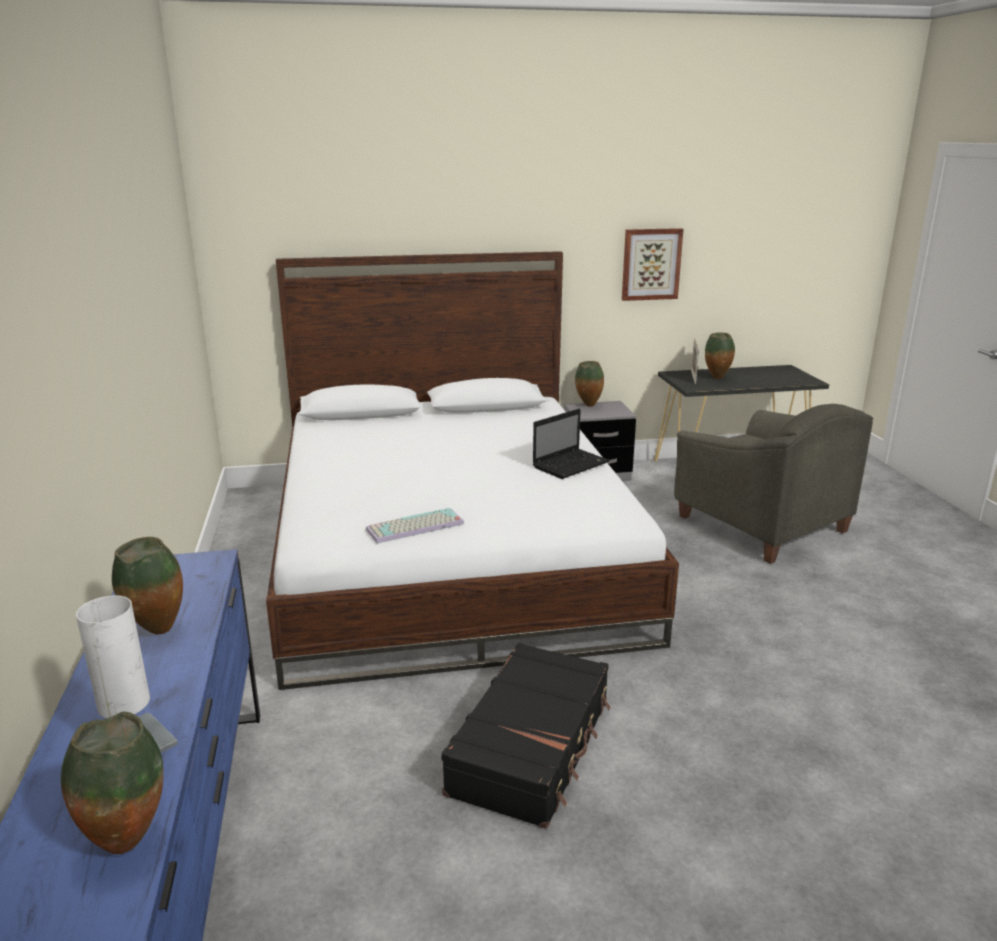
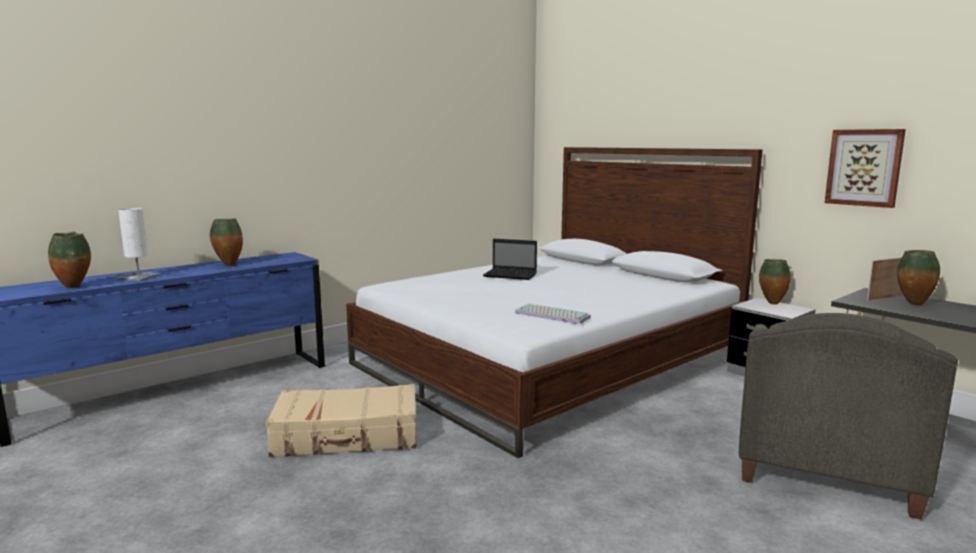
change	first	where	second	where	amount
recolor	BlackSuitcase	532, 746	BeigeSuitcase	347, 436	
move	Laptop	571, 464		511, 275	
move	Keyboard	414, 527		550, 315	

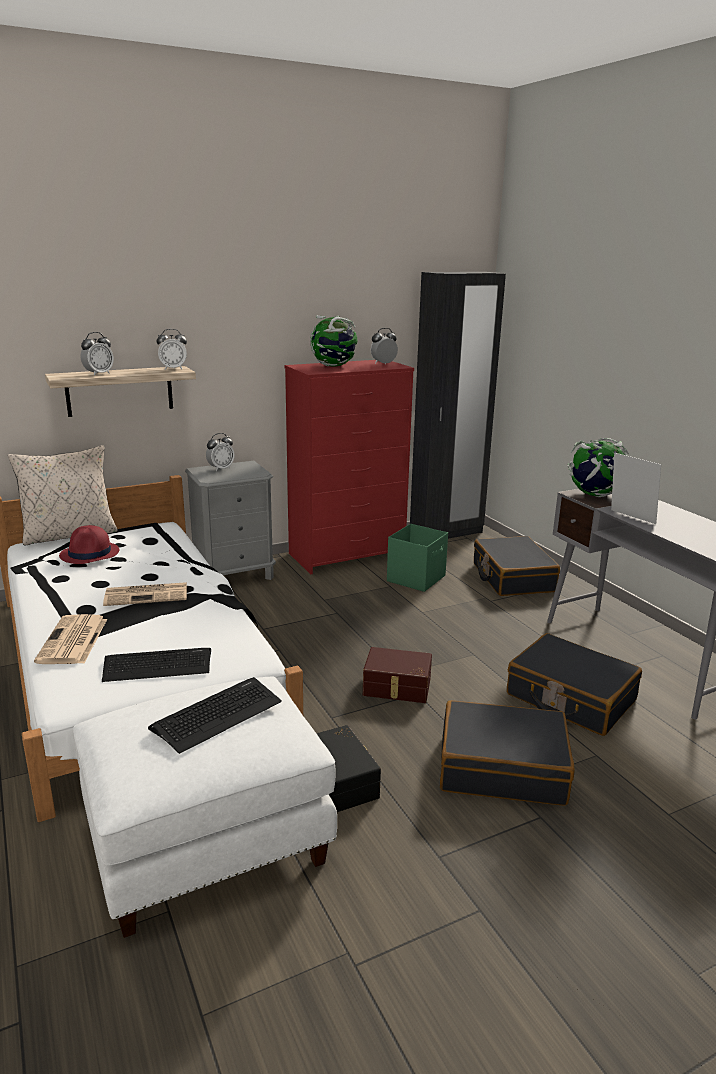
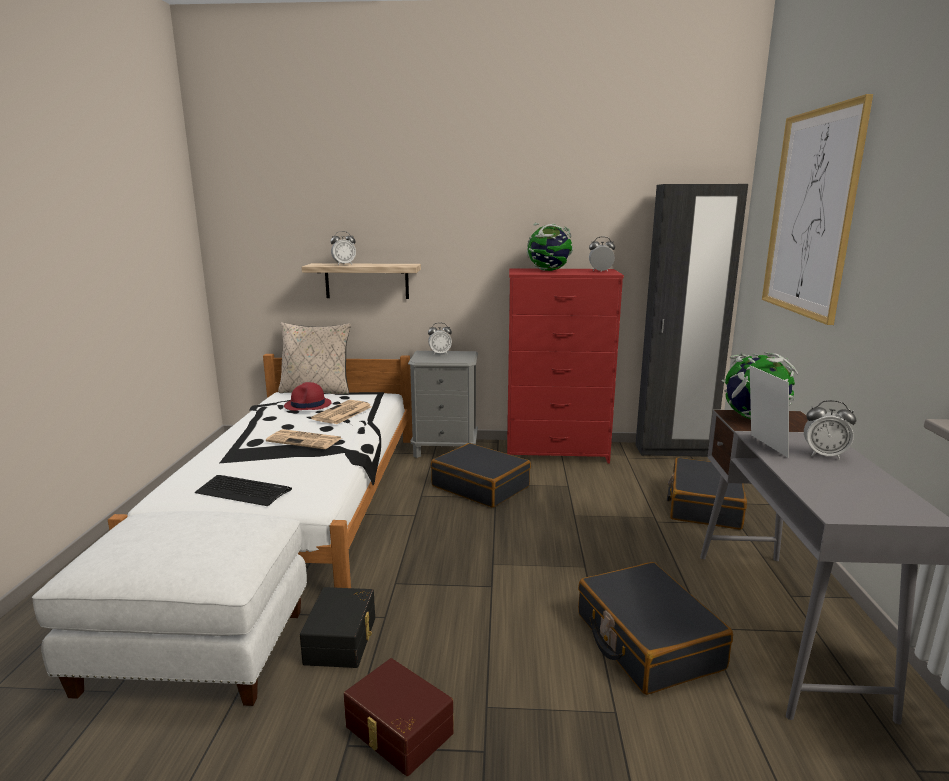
change	first	where	second	where	amount
move	Newspaper	73, 641		342, 413	
move	BrownStorageBox	397, 687		397, 731	
move	BlackSuitcase	502, 767		481, 486	
insert			Picture	811, 213	
move	AlarmClock	173, 369		824, 455	
delete	Keyboard	217, 714			
delete	GreenStorageBox	417, 578			

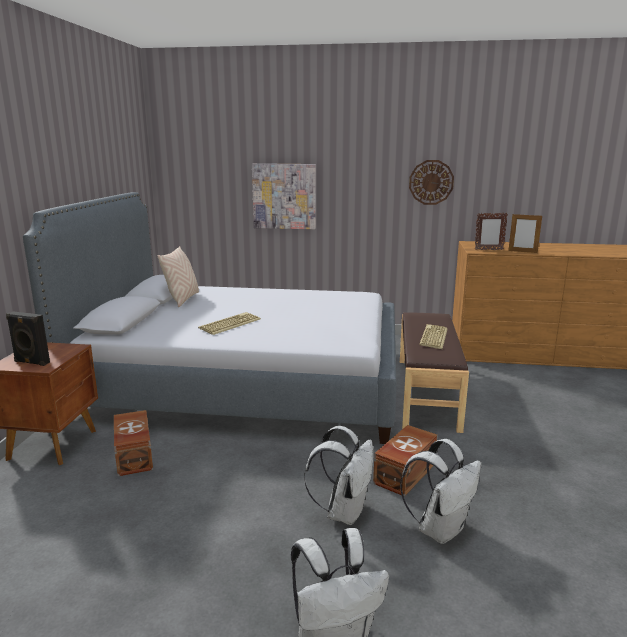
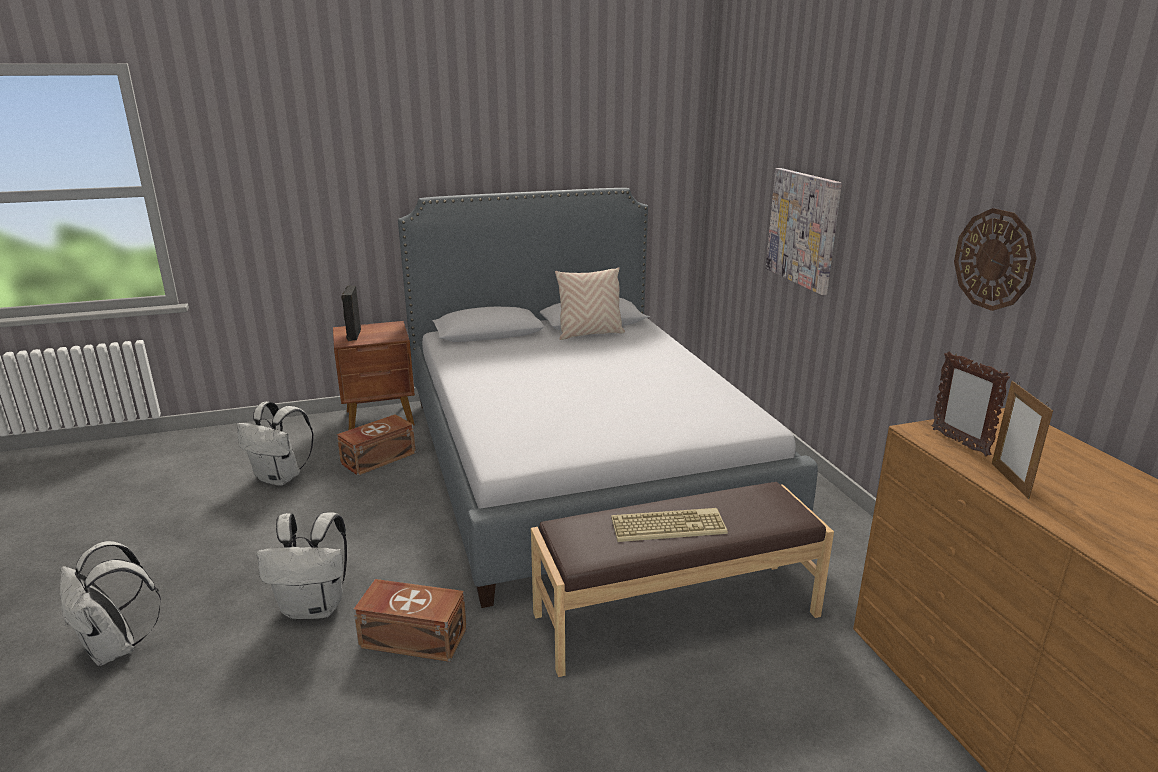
change	first	where	second	where	amount
move	WhiteBackpack	440, 528		281, 478	
delete	Keyboard	230, 324			

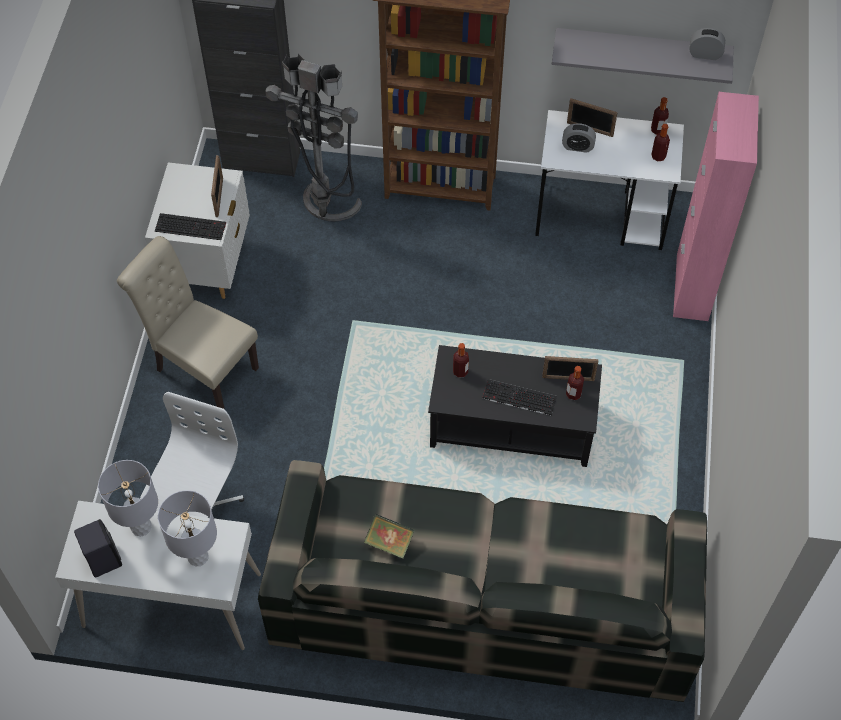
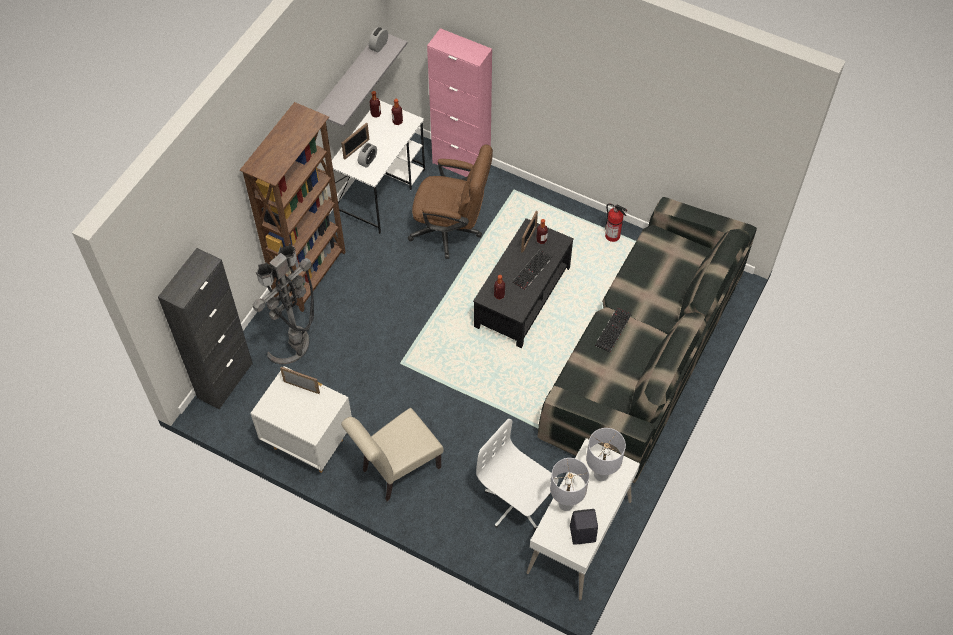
change	first	where	second	where	amount
insert			BrownOfficeChair	452, 231	
move	Keyboard	191, 226		612, 329	
insert			FireExtinguisher	613, 236	
delete	Book	389, 542			

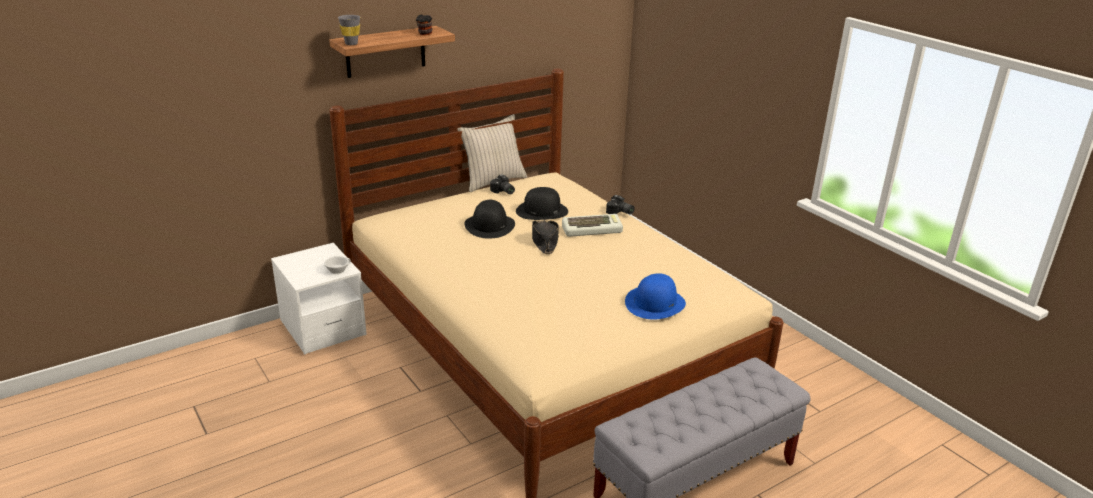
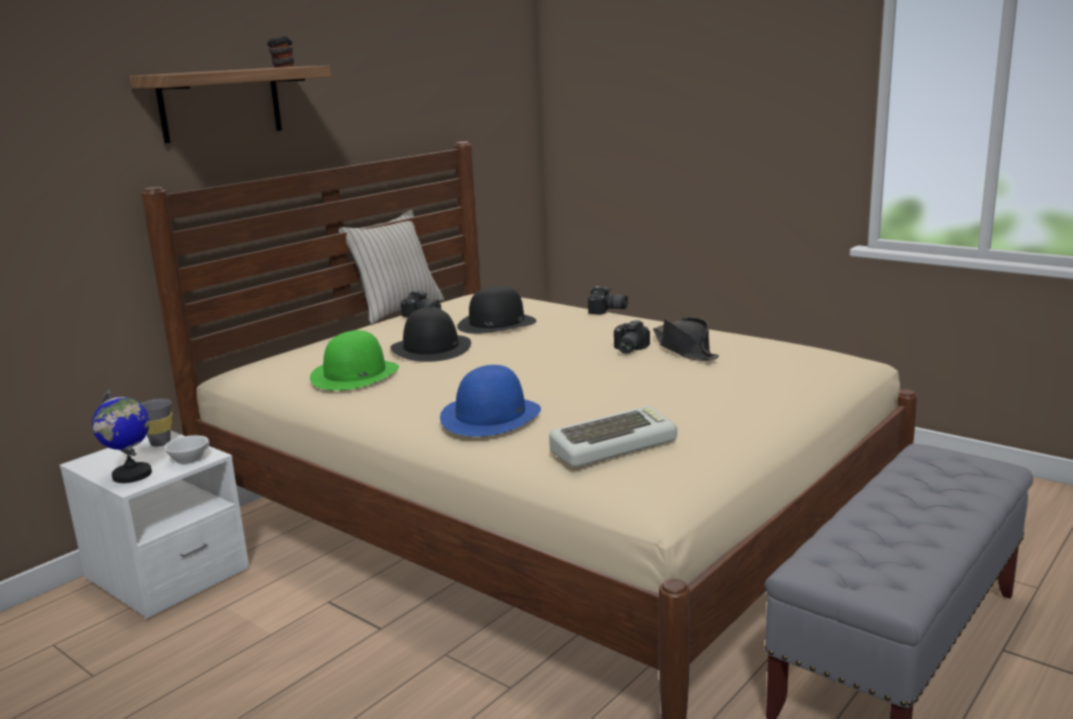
change	first	where	second	where	amount
insert			Globe	132, 475	
move	GreyCup	351, 44		160, 443	
insert			GreenHat	355, 374	
move	BlueHat	655, 303		490, 415	
move	Keyboard	592, 229		613, 445	
insert			PhotoCamera	627, 349	
move	BlackHat	544, 241		685, 350	

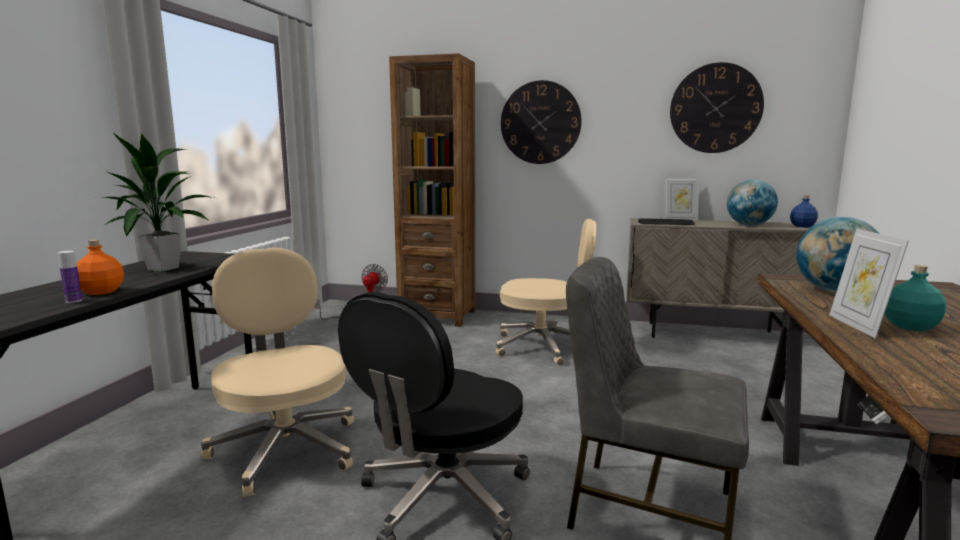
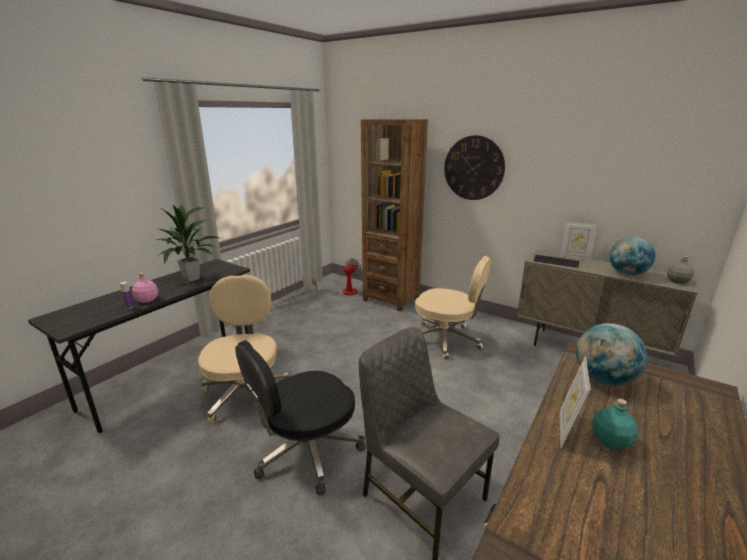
change	first	where	second	where	amount
recolor	OrangeBottle	100, 292	PinkBottle	147, 300	
recolor	BlueBottle	802, 226	GreyBottle	677, 281	
delete	WallClock	715, 108			

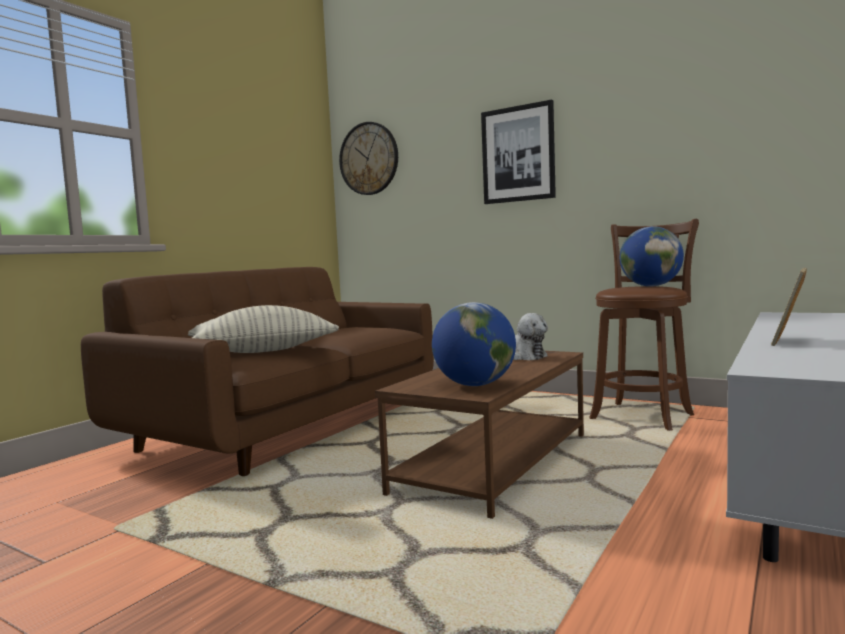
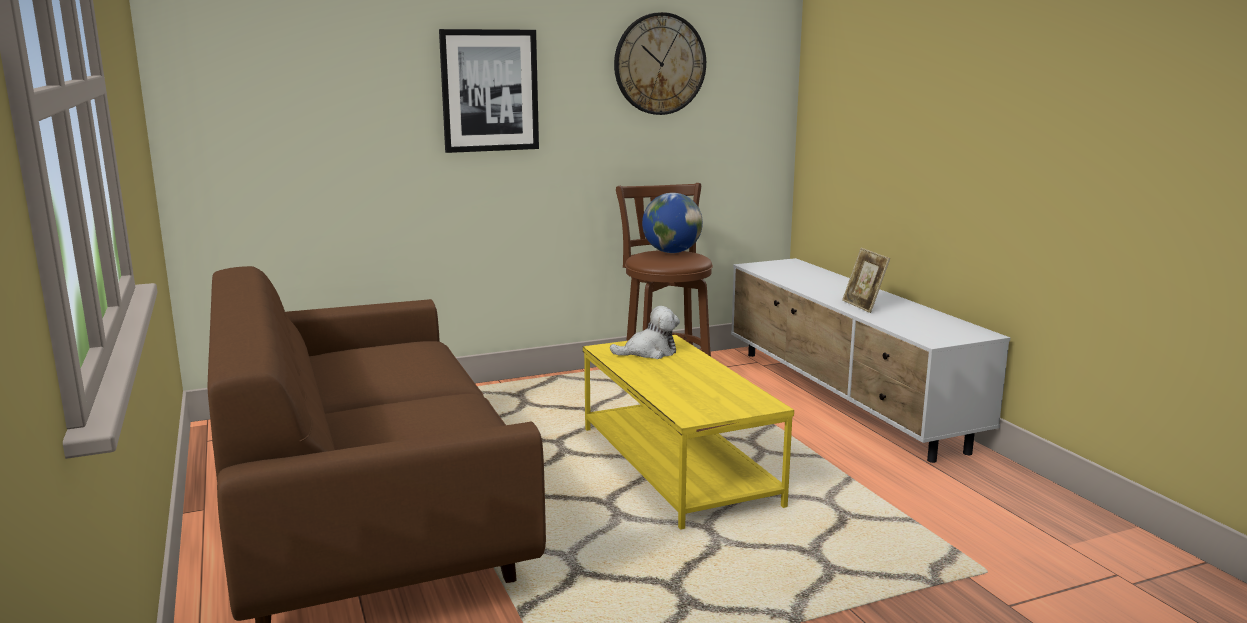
change	first	where	second	where	amount
recolor	BrownCoffeeTable	494, 463	YellowCoffeeTable	675, 466	
move	WallClock	369, 159		659, 64	
delete	Pillow	264, 351			
delete	Globe	475, 385			

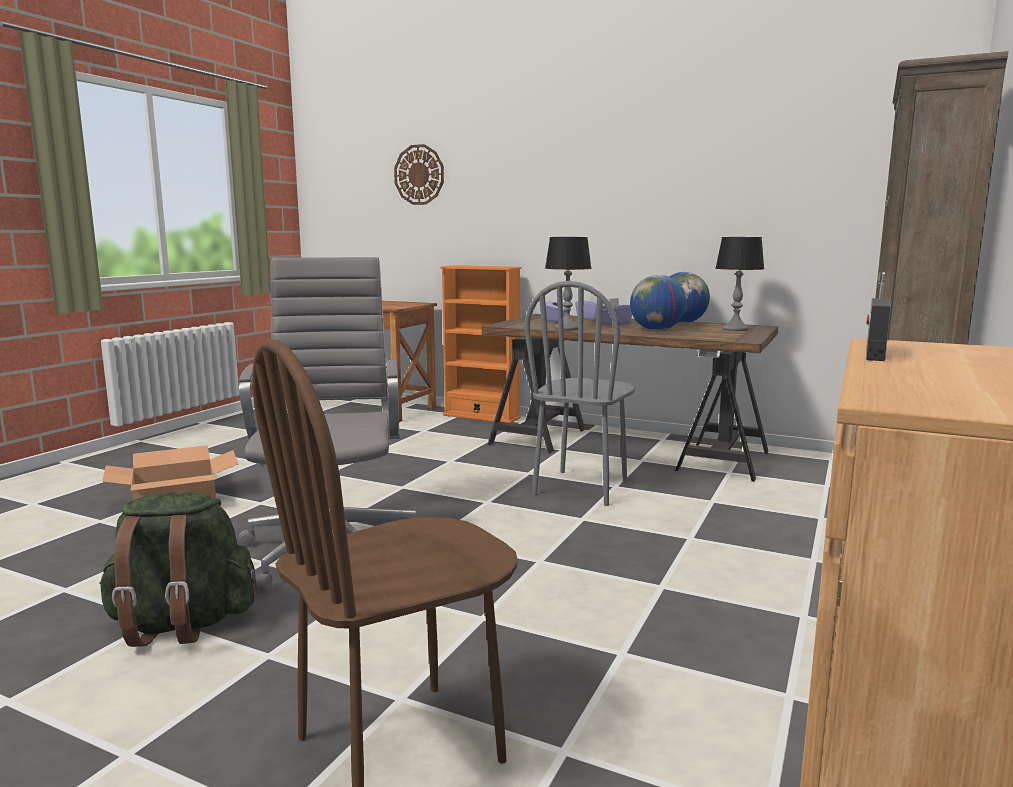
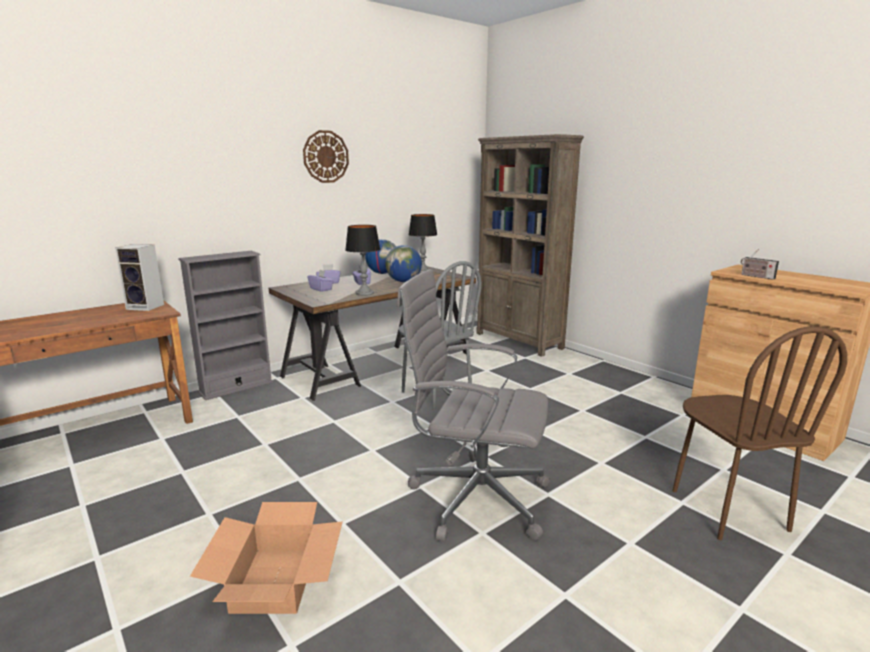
change	first	where	second	where	amount
insert			Speaker	146, 307	
recolor	OrangeBookcase	481, 416	GreyBookcase	236, 387	
move	WallClock	419, 175		326, 156	
delete	GreenBackpack	181, 624			

